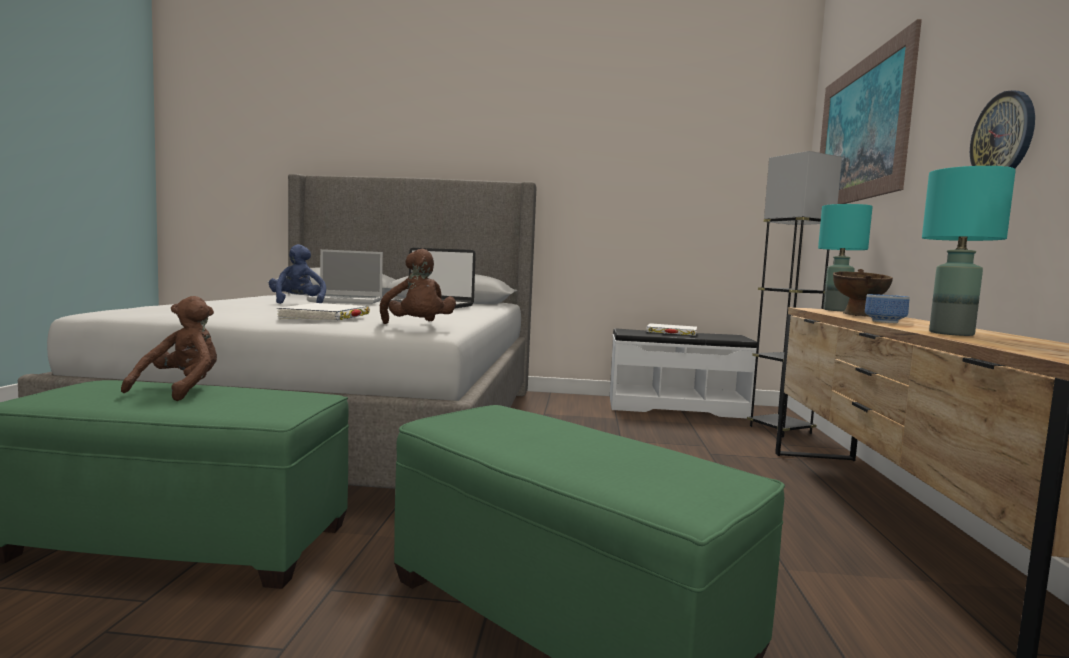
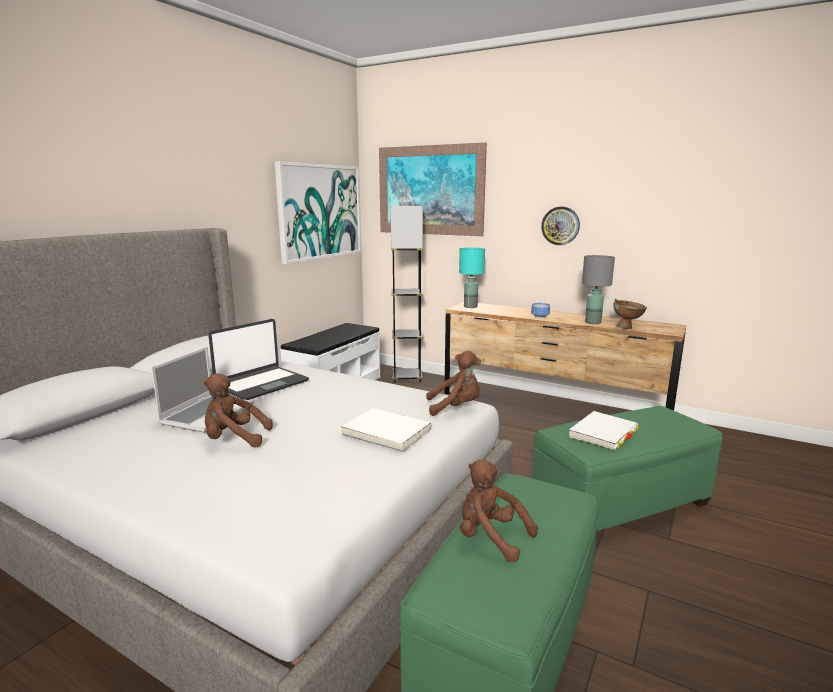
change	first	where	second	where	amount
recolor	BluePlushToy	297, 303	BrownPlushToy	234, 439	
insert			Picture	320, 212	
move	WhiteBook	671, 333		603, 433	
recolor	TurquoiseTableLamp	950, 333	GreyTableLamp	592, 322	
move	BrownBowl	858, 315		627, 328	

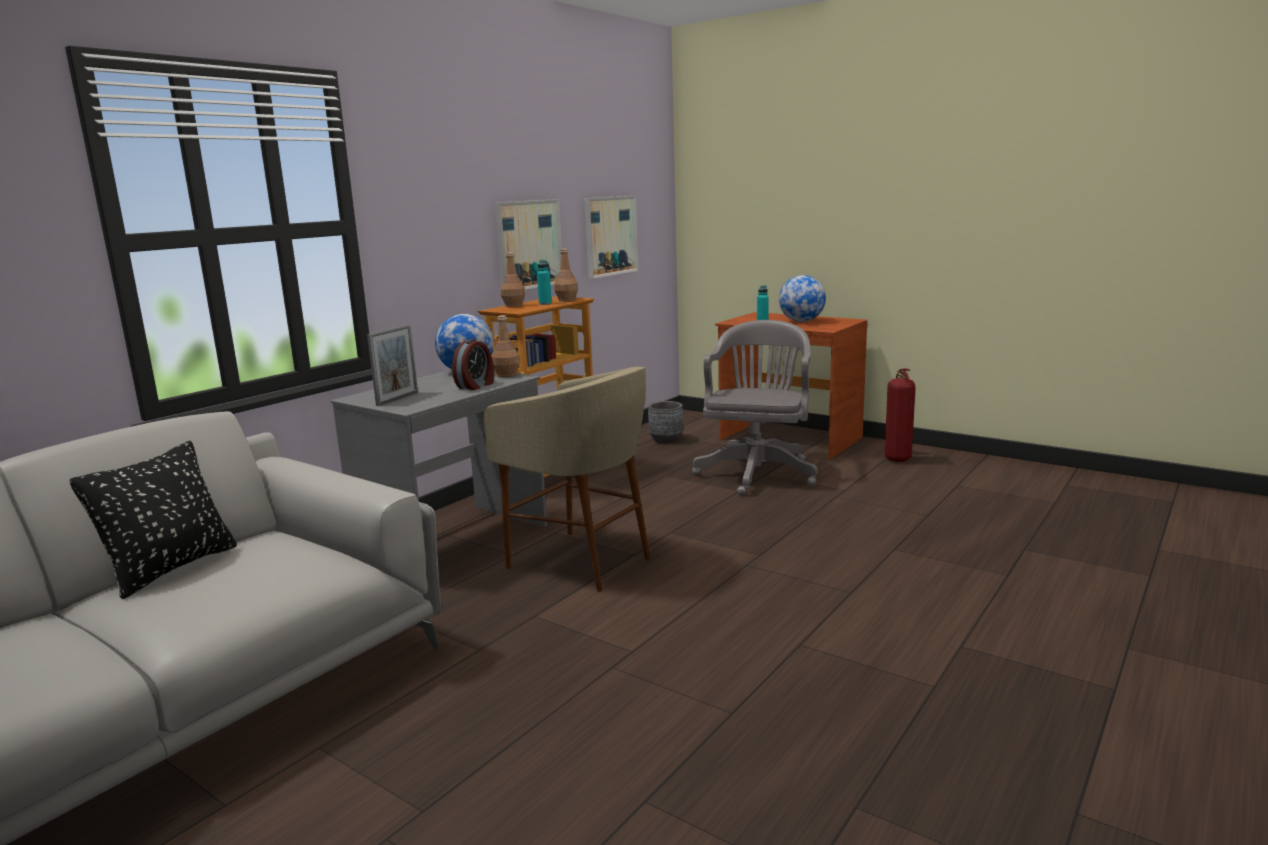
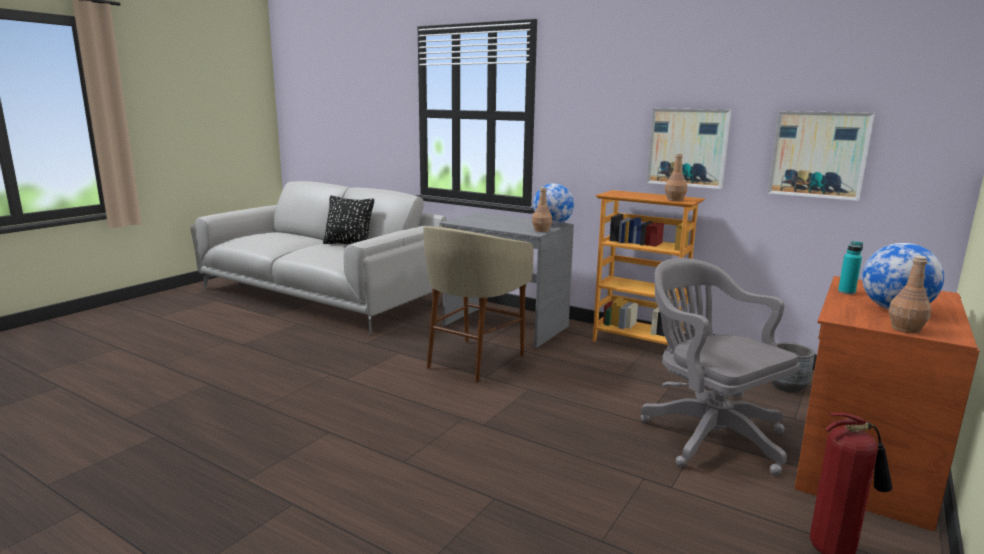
change	first	where	second	where	amount
rotate	GreyOfficeChair	758, 472		708, 434	135 degrees counterclockwise
move	BrownBottle	513, 305		905, 328	
delete	PictureFrame	397, 399			
delete	AlarmClock	476, 386			
delete	TurquoiseBottle	545, 304			

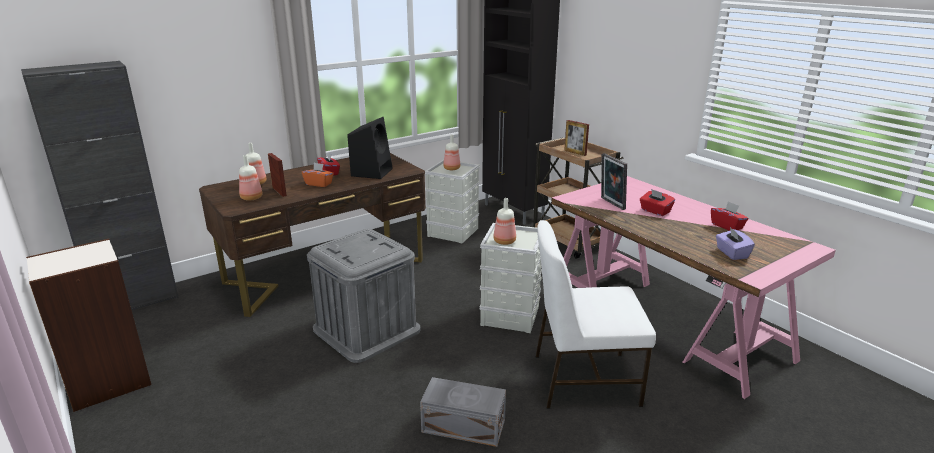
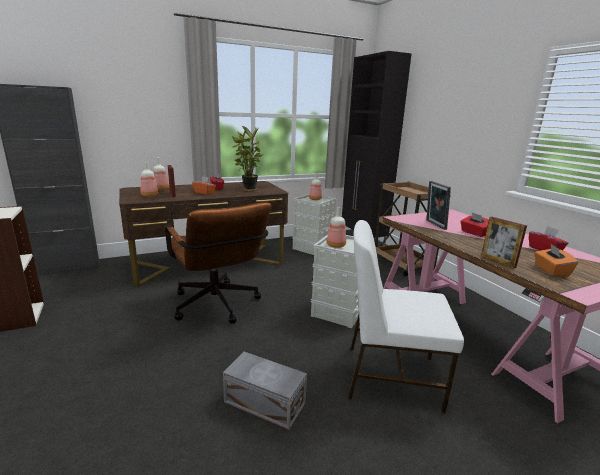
change	first	where	second	where	amount
replace	GreyStorageBox	366, 329	BrownOfficeChair	218, 307	
replace	BlackSpeaker	372, 172	PottedPlant	248, 190	
move	PictureFrame	575, 152		498, 262	
recolor	PurpleTissueBox	731, 253	OrangeTissueBox	551, 271	

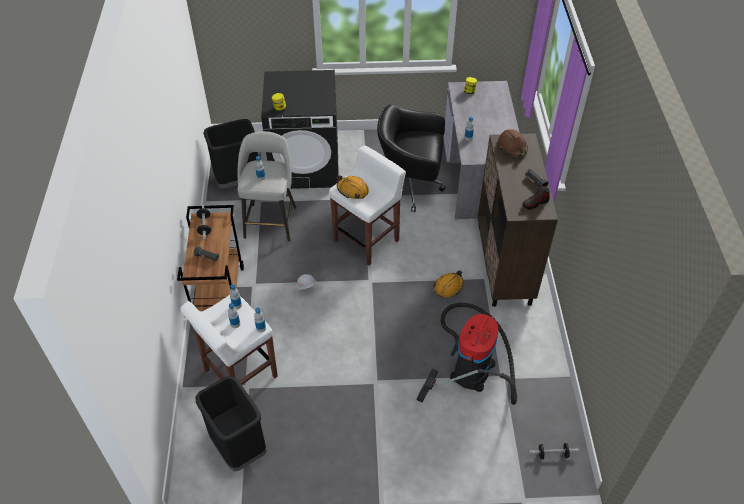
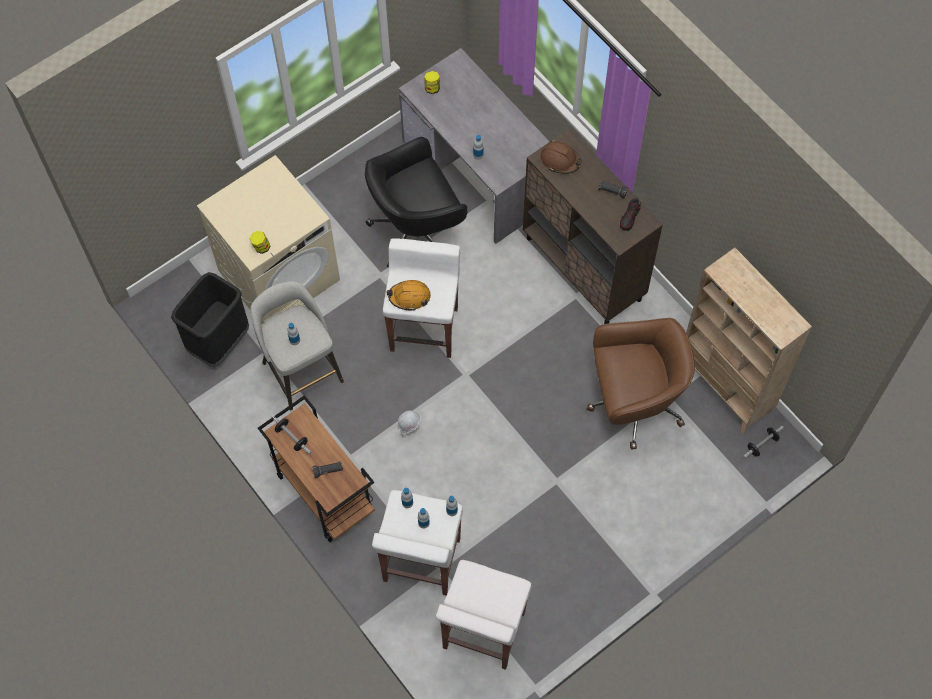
change	first	where	second	where	amount
recolor	BlackWashingMachine	306, 166	BeigeWashingMachine	279, 274	
replace	BlackTrashCan	238, 447	WhiteStool	483, 631	
replace	VacuumCleaner	473, 366	BrownOfficeChair	633, 403	
insert			BeigeBookcase	725, 388	
delete	OrangeHardHat	448, 286			

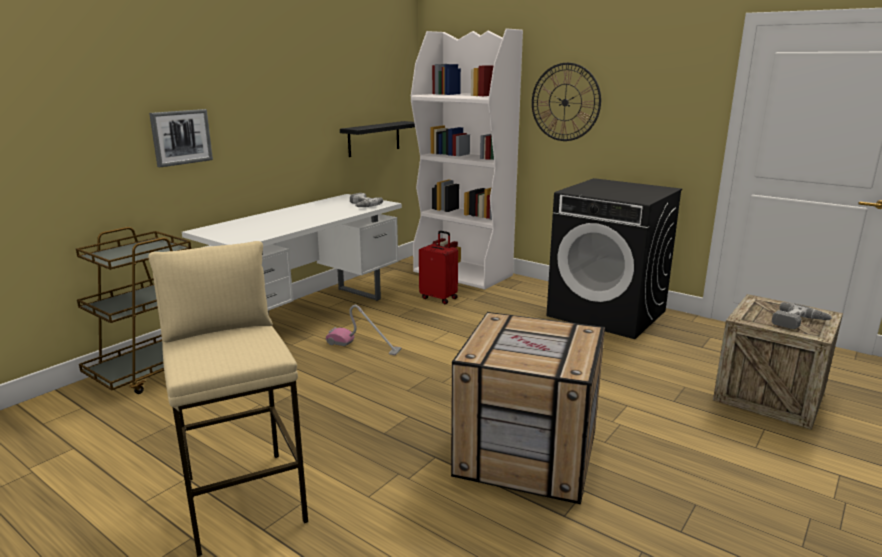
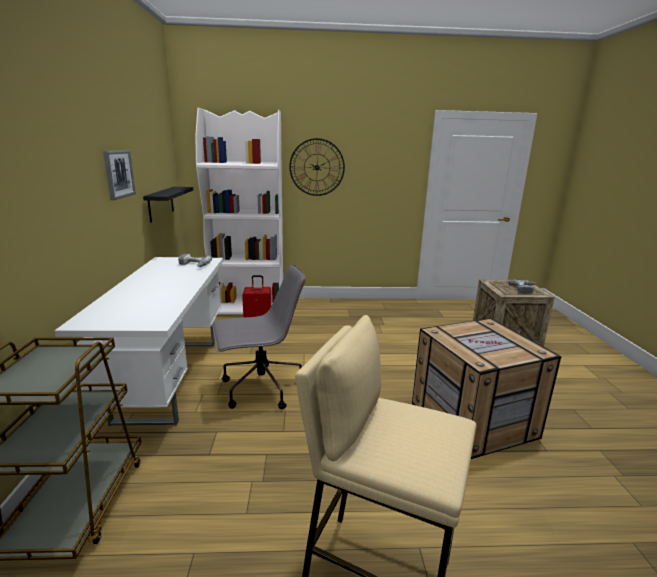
change	first	where	second	where	amount
move	Picture	181, 137		118, 174	
replace	VacuumCleaner	363, 346	GreyOfficeChair	260, 388	
delete	BlackWashingMachine	607, 313			

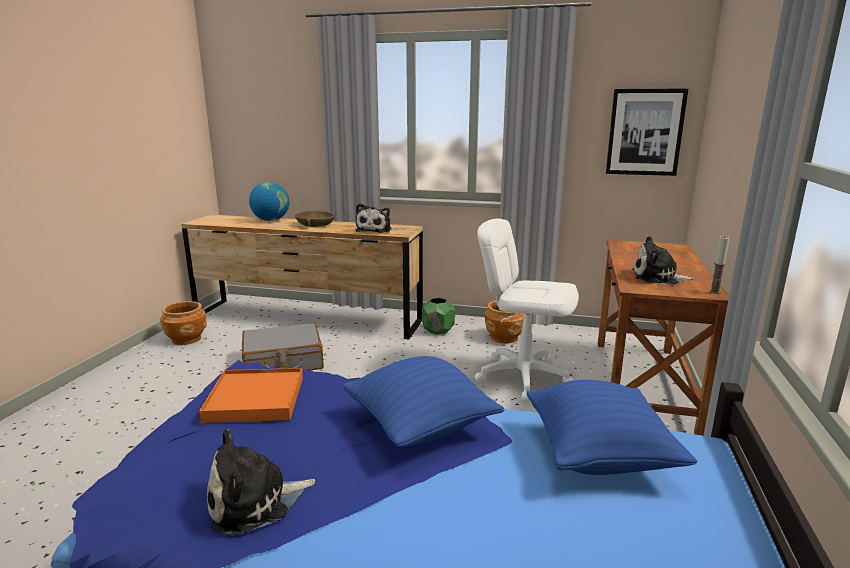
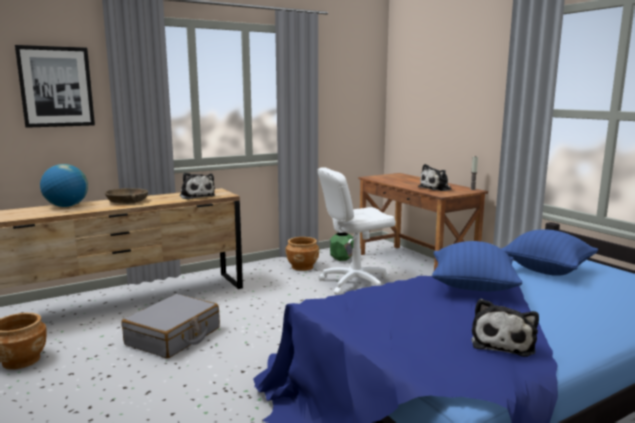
change	first	where	second	where	amount
move	Picture	645, 132		56, 87	
move	GreenPlanter	438, 331		342, 258	
delete	OrangeTray	255, 399			

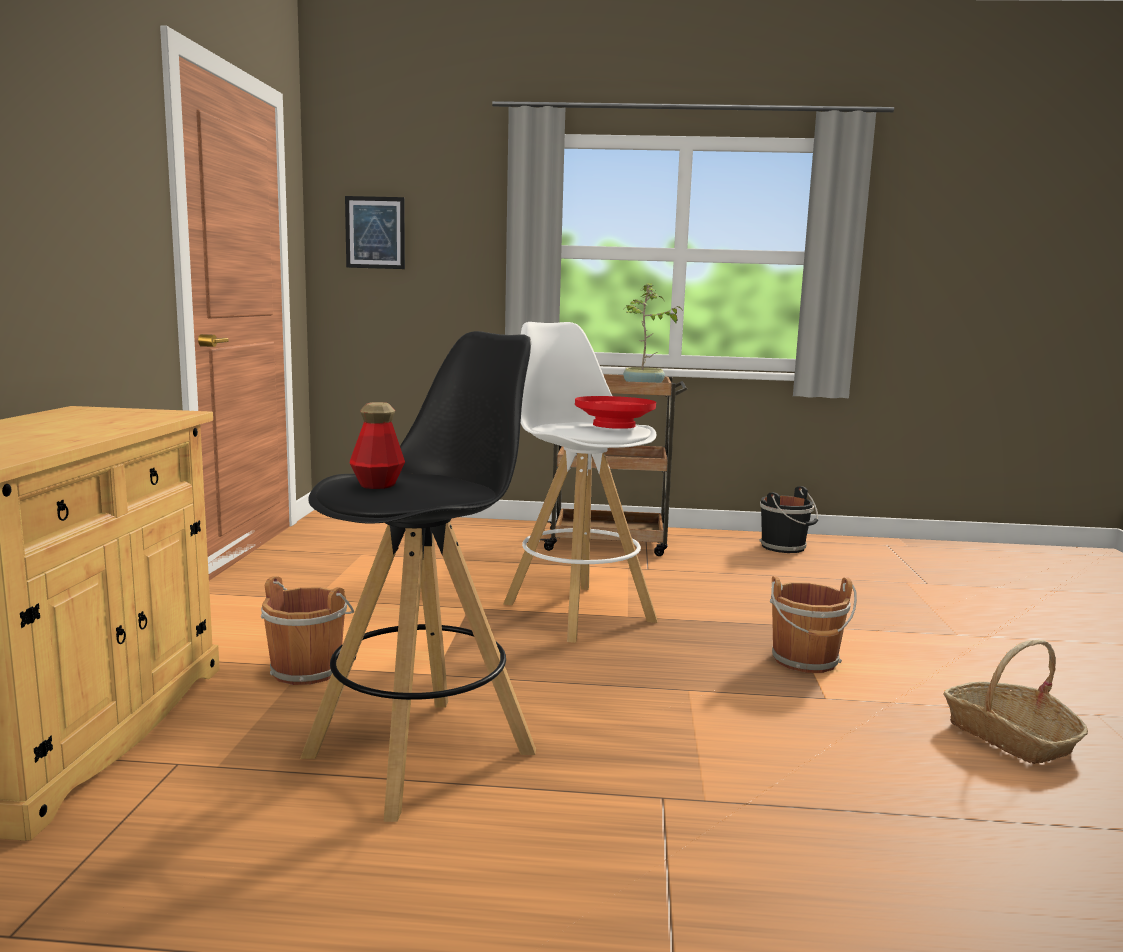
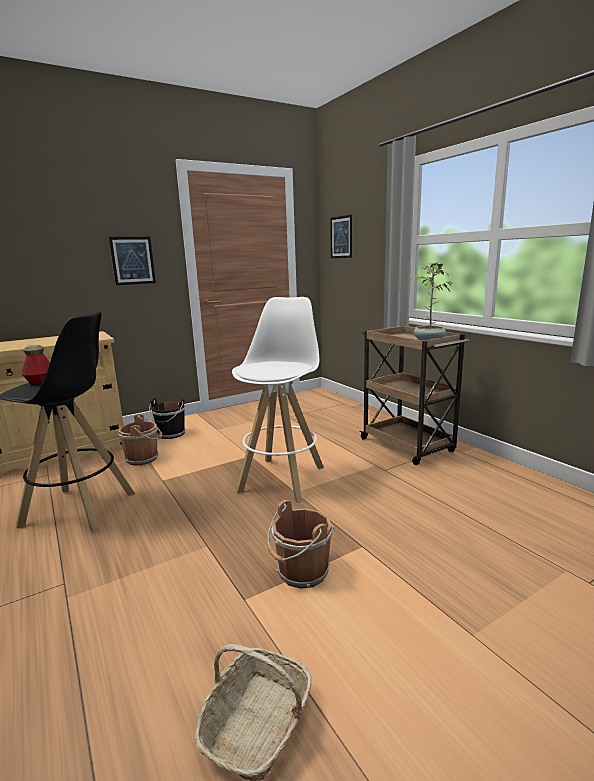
change	first	where	second	where	amount
insert			Picture	133, 260	
move	BlackBucket	785, 547		171, 434	
delete	RedBowl	614, 426			

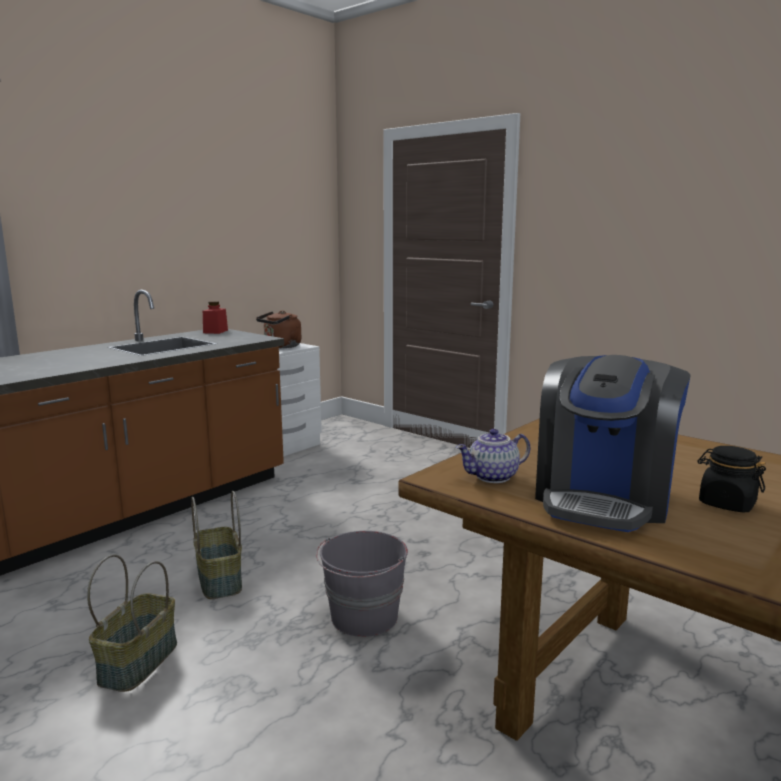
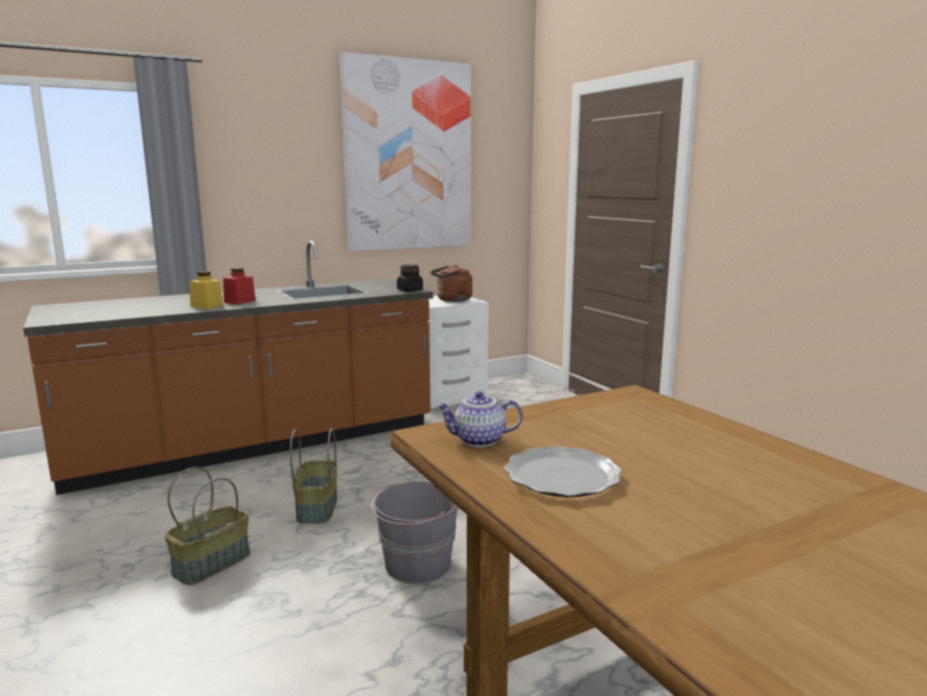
change	first	where	second	where	amount
insert			YellowJar	207, 306	
move	RedJar	215, 331		240, 301	
insert			Picture	408, 156	
move	BlackJar	726, 504		409, 290	
replace	CoffeeMachine	603, 498	Plate	563, 476	

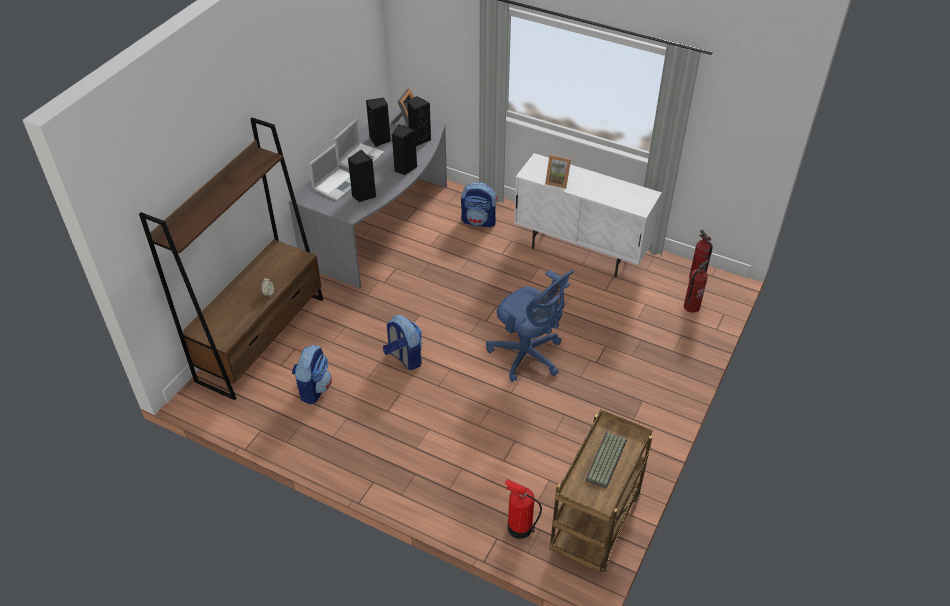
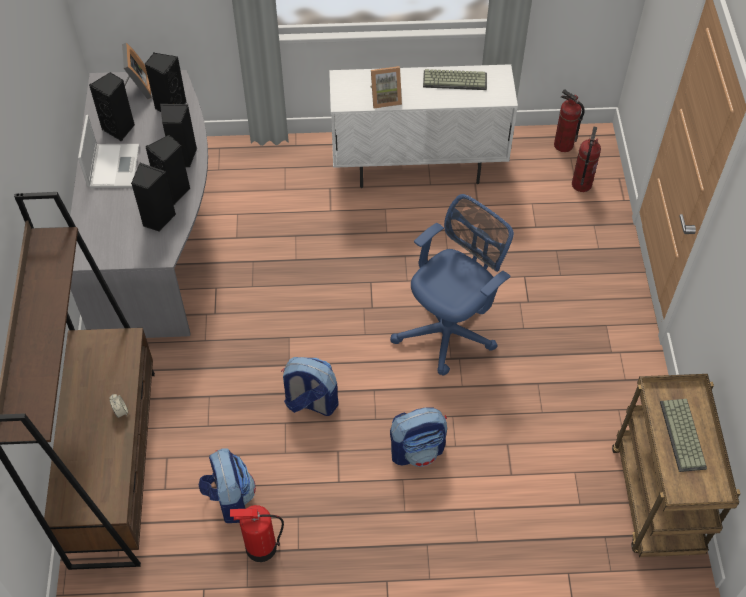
change	first	where	second	where	amount
insert			BlackSpeaker	174, 191	
move	FireExtinguisher	519, 527		260, 547	
rotate	BlueOfficeChair	528, 356		450, 330	60 degrees counterclockwise
move	Backpack	479, 221		417, 450	
insert			Keyboard	455, 80	
delete	Laptop	338, 184			

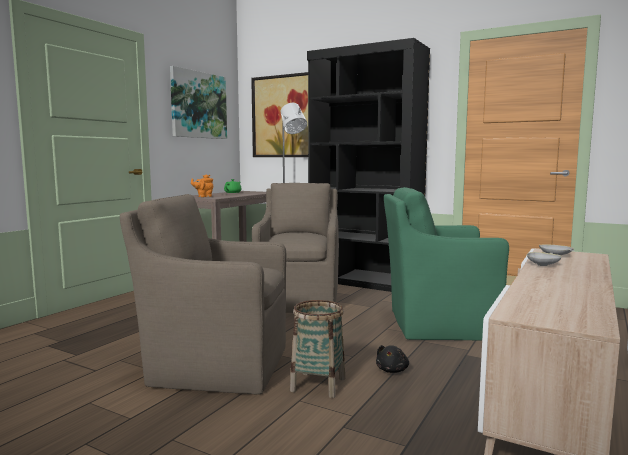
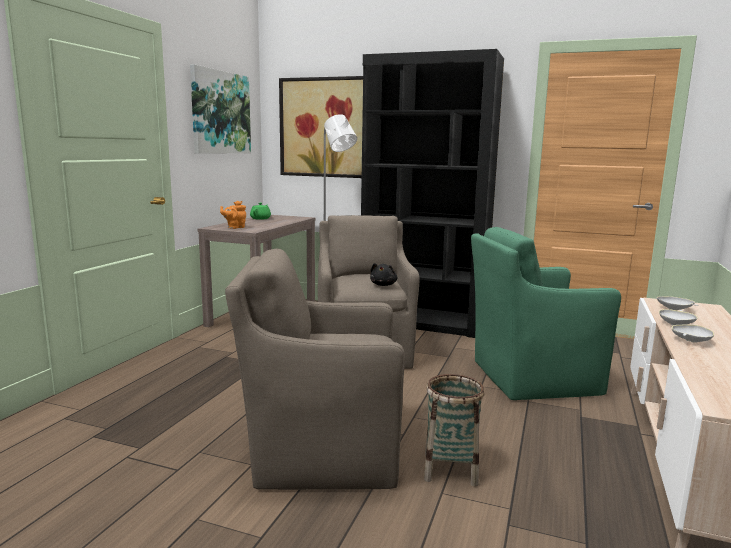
change	first	where	second	where	amount
move	BlackPlushToy	392, 370		383, 285	
insert			WhiteBowl	691, 341	

